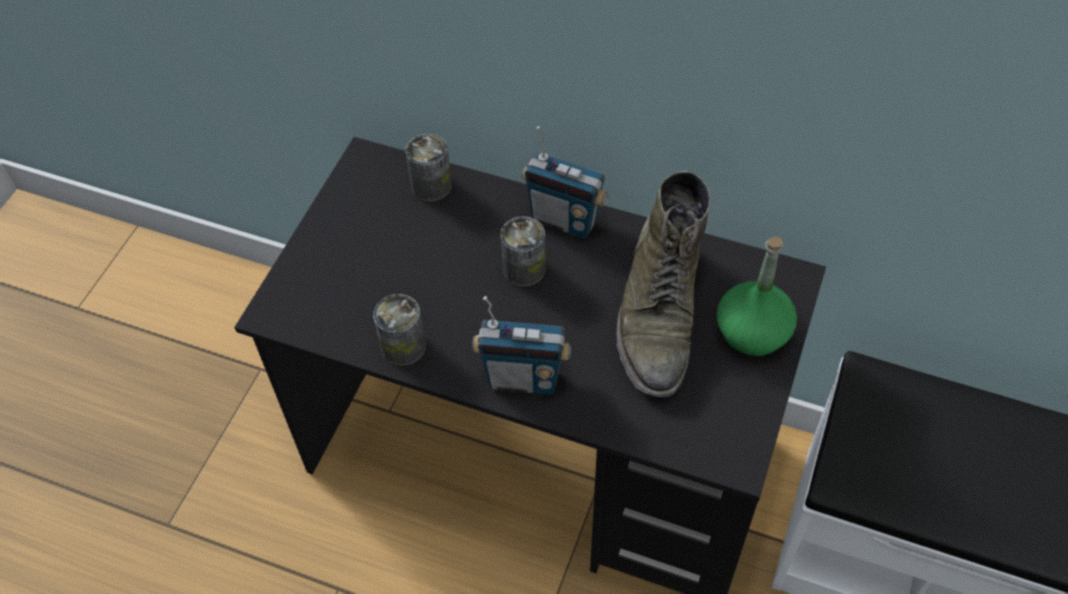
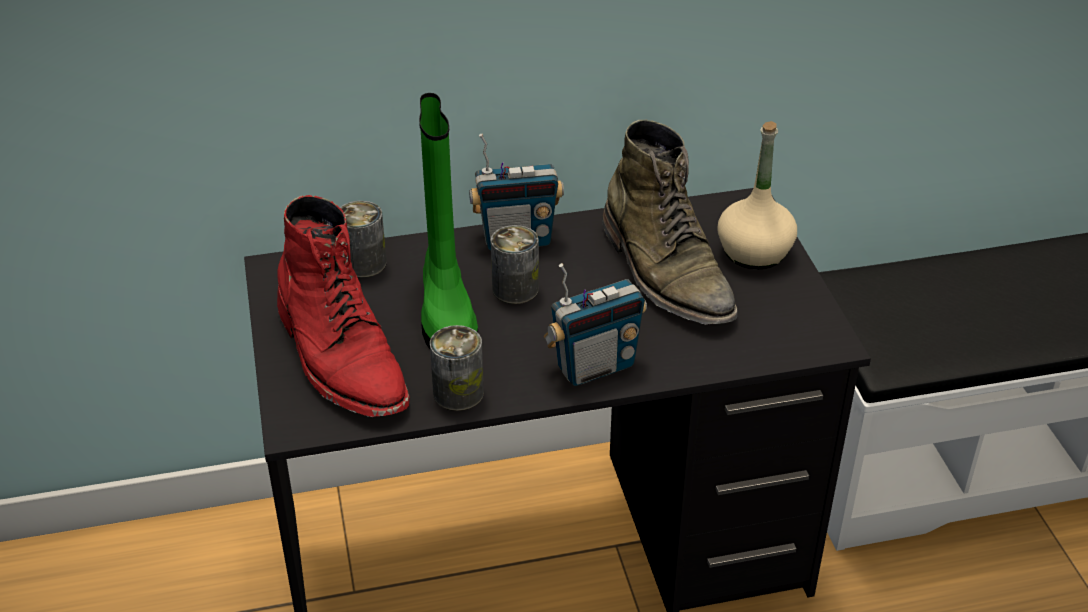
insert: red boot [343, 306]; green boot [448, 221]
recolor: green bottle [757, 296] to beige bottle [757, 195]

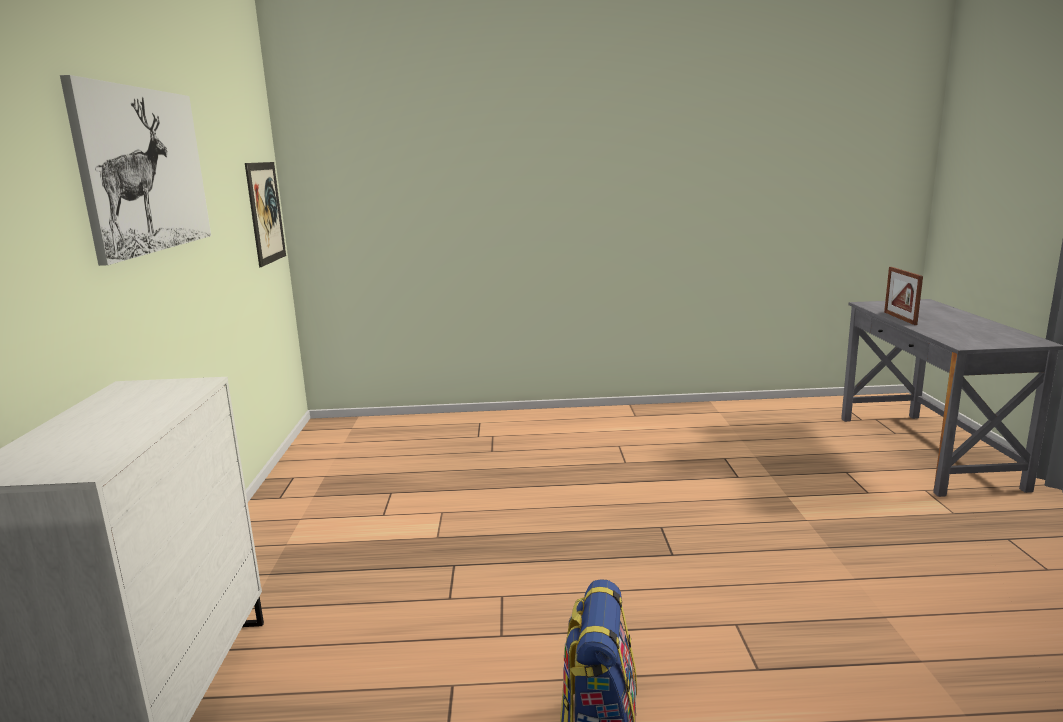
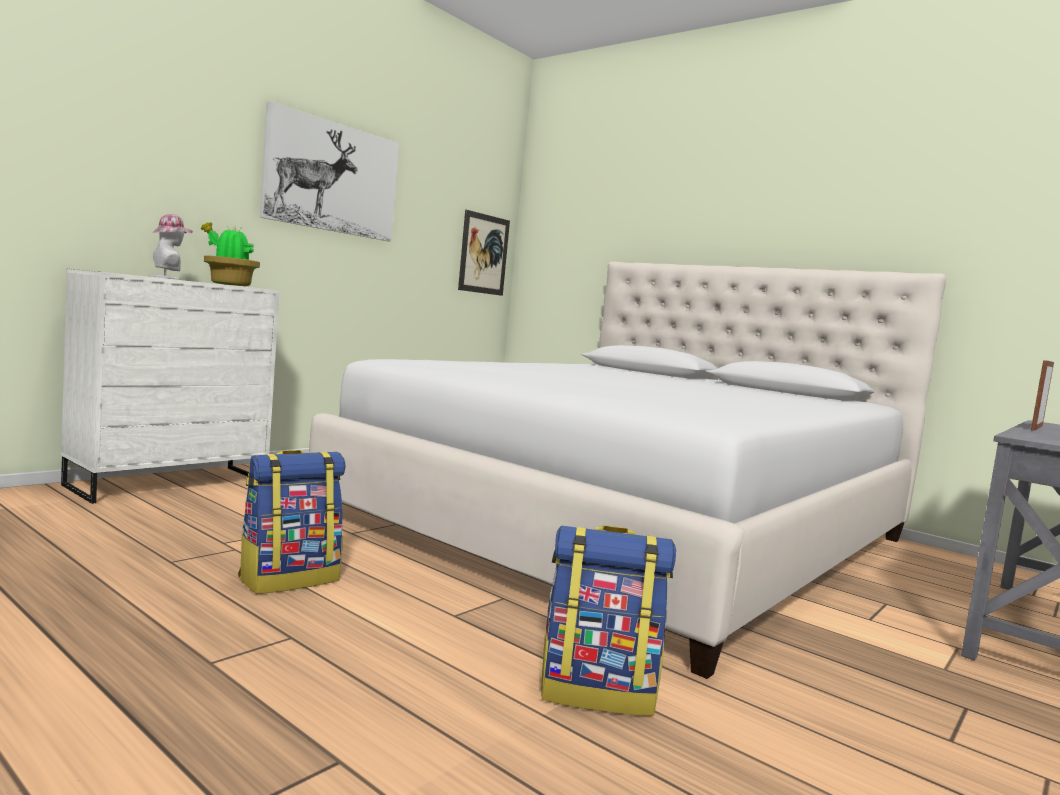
insert: hat [171, 247]; potted plant [230, 254]; white bed [627, 470]; backpack [608, 620]

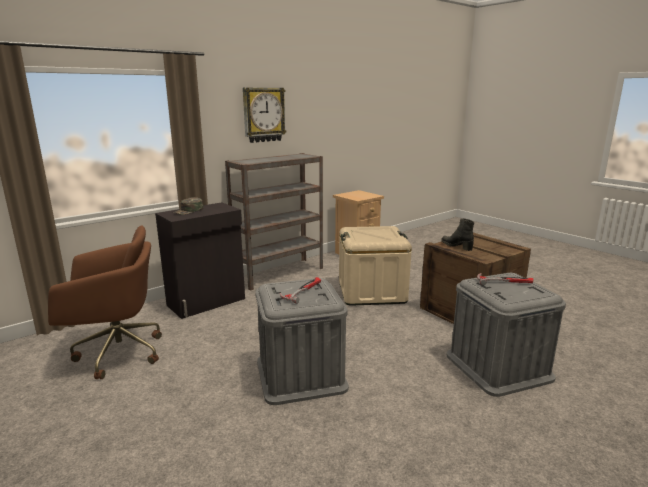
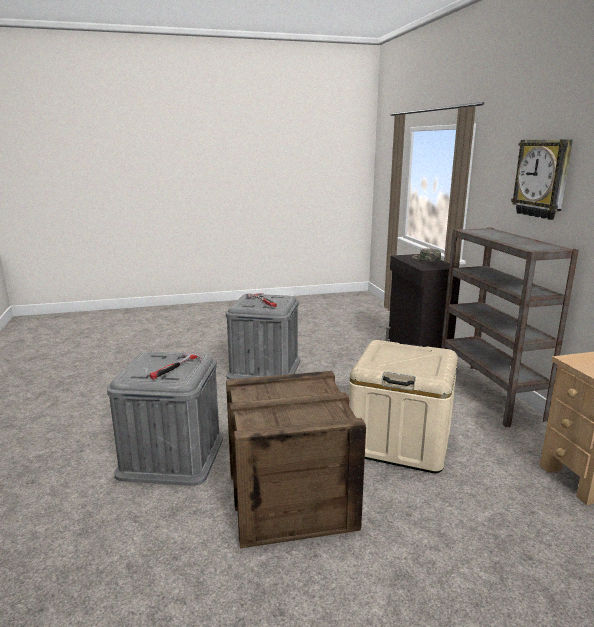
delete: brown office chair [105, 302]; black boot [457, 234]

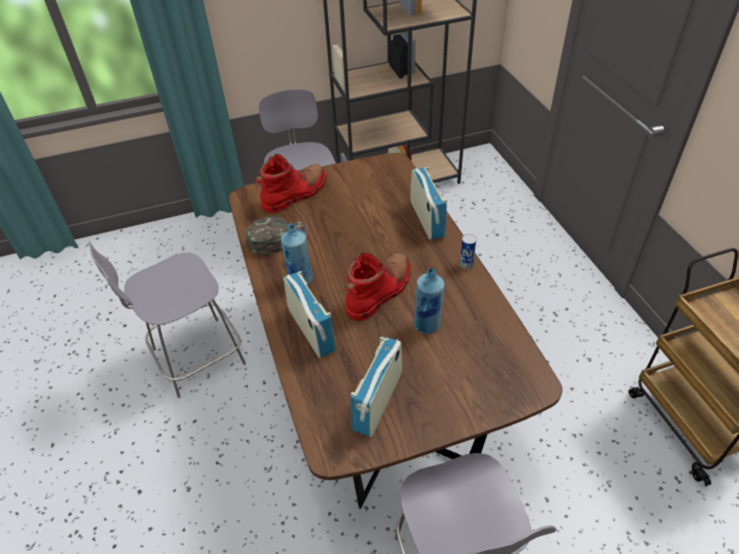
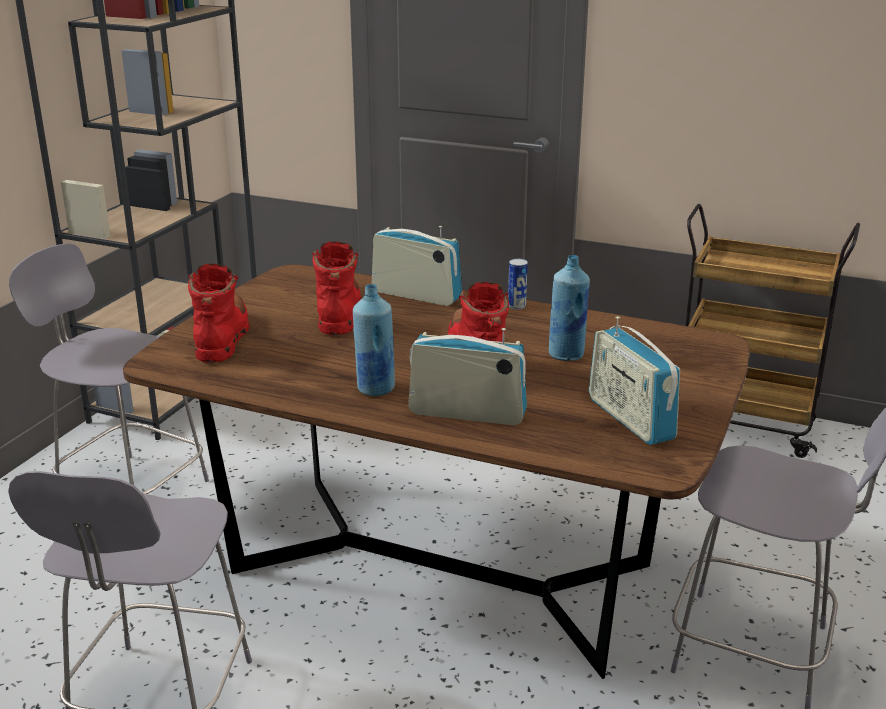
delete: green cap [277, 236]
insert: red boot [337, 288]

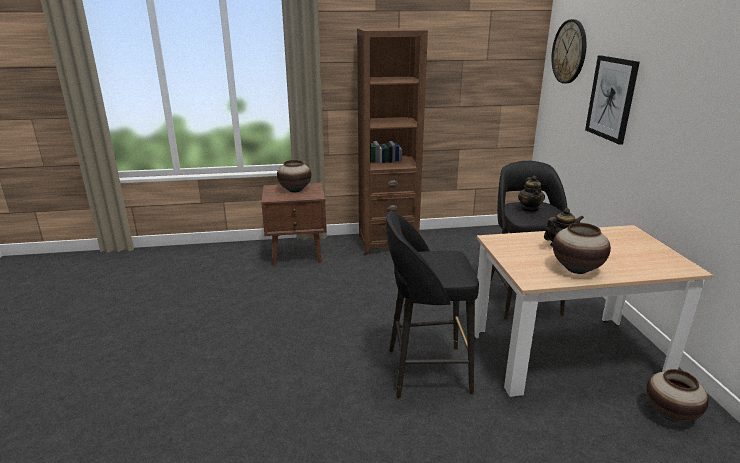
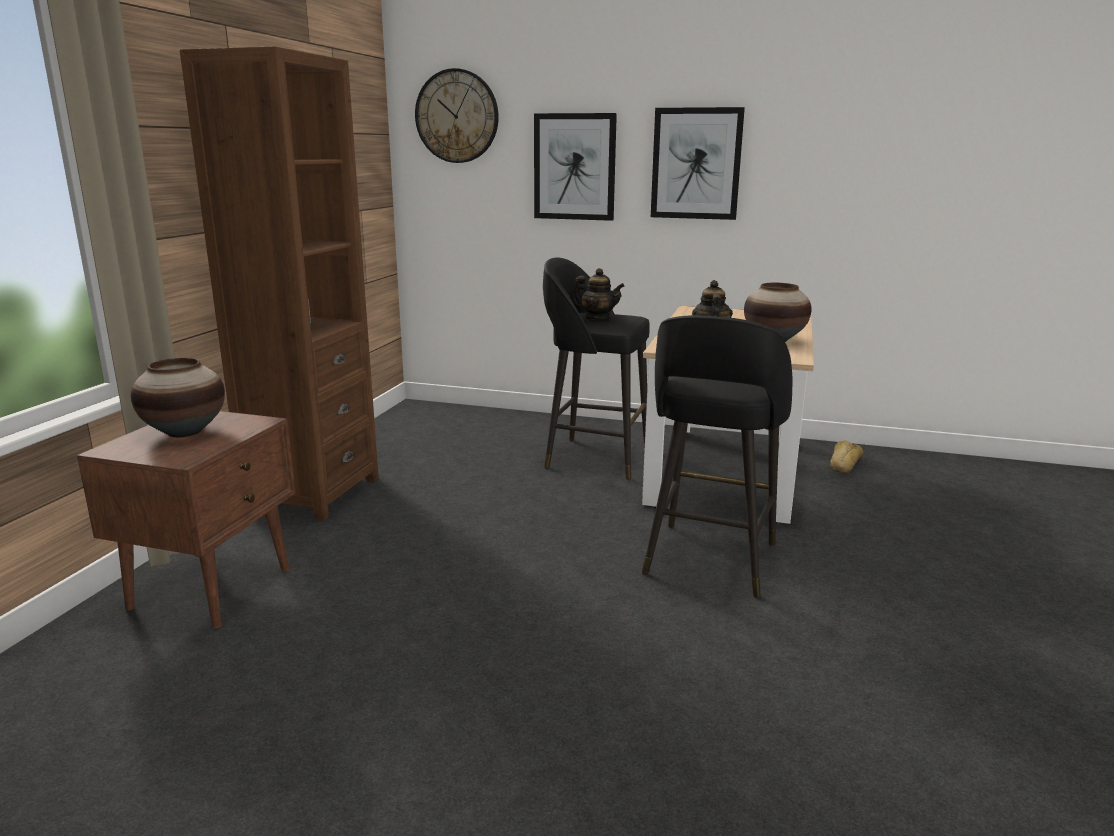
insert: picture [698, 163]
replace: vase [677, 395] to bread [846, 456]

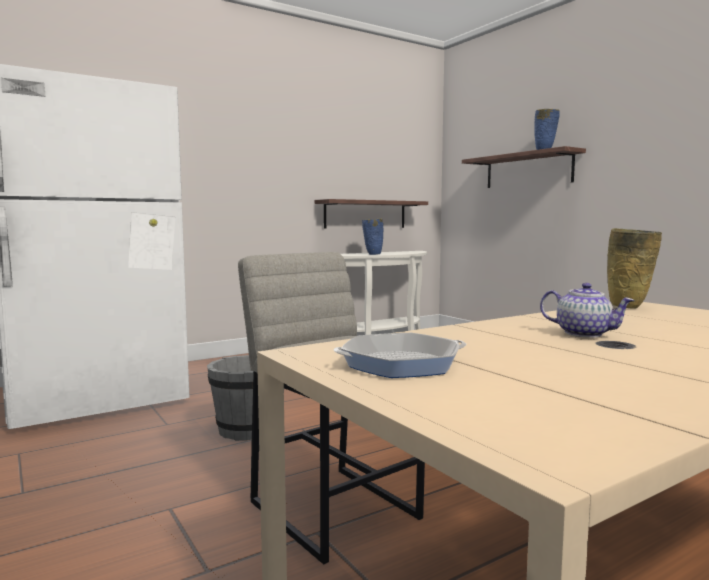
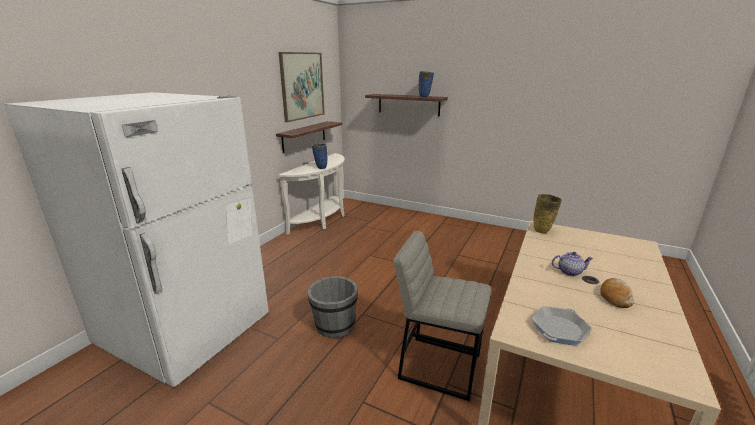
insert: picture [302, 87]; bread [617, 293]

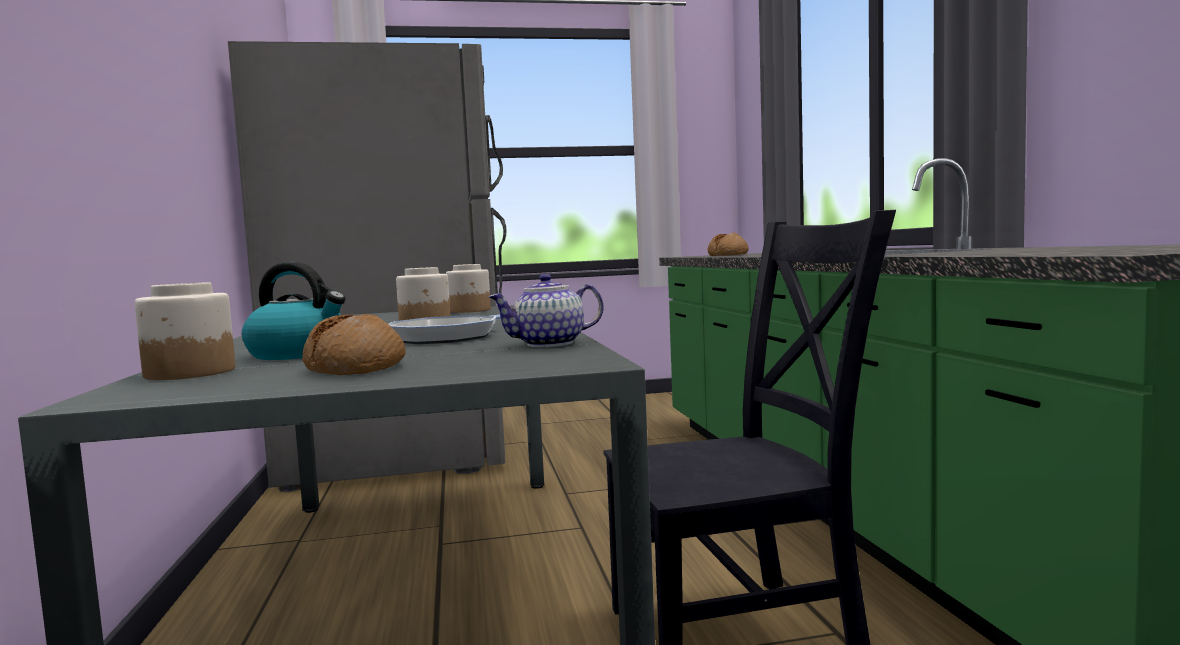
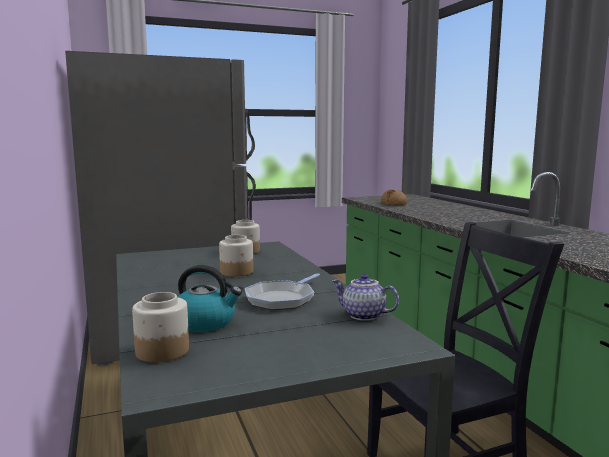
delete: bread [354, 344]
rotate: teapot [545, 310] = [365, 297] 60 degrees clockwise

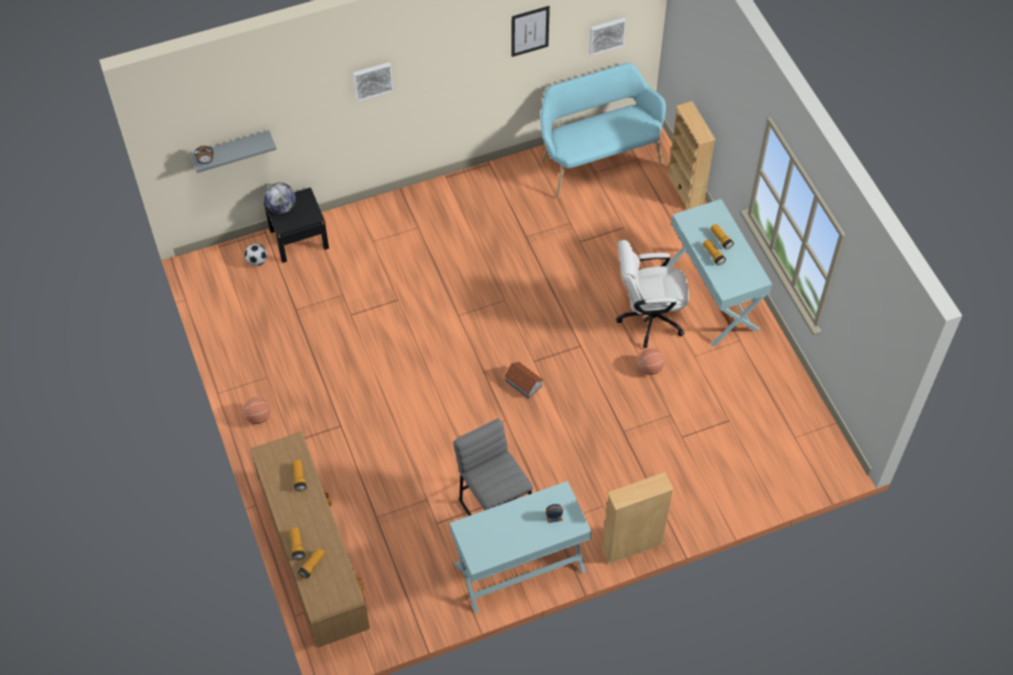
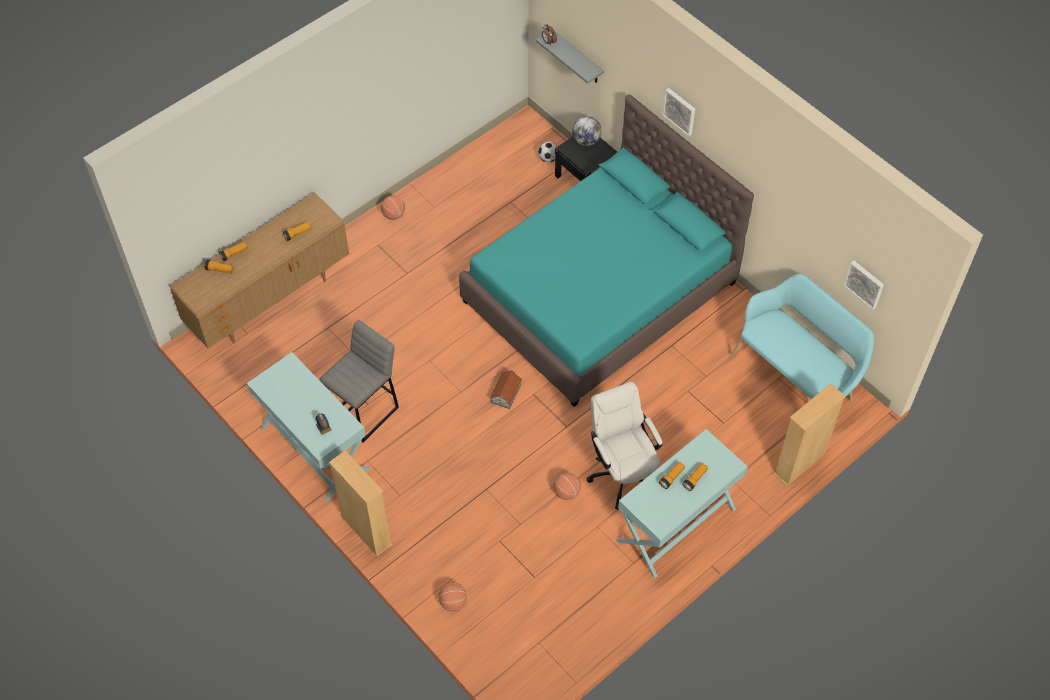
delete: picture [530, 31]
insert: basketball [453, 597]; turquoise bed [606, 250]

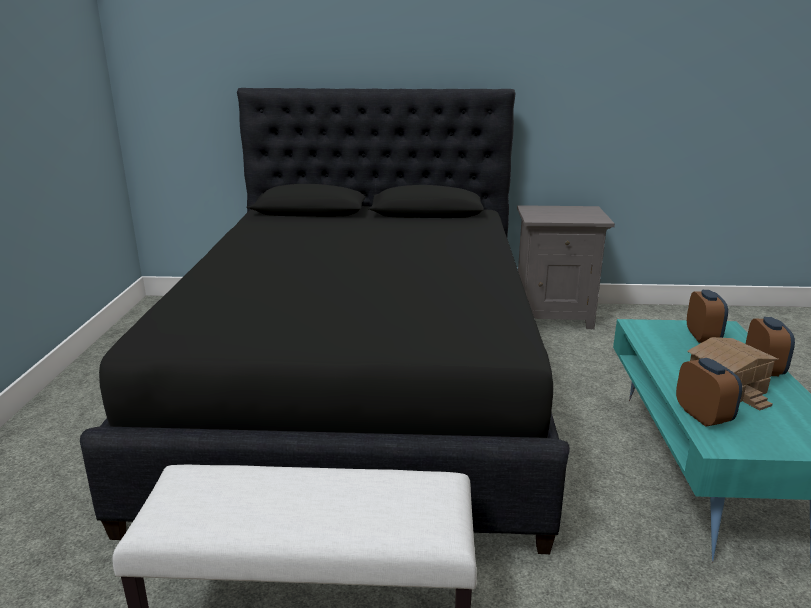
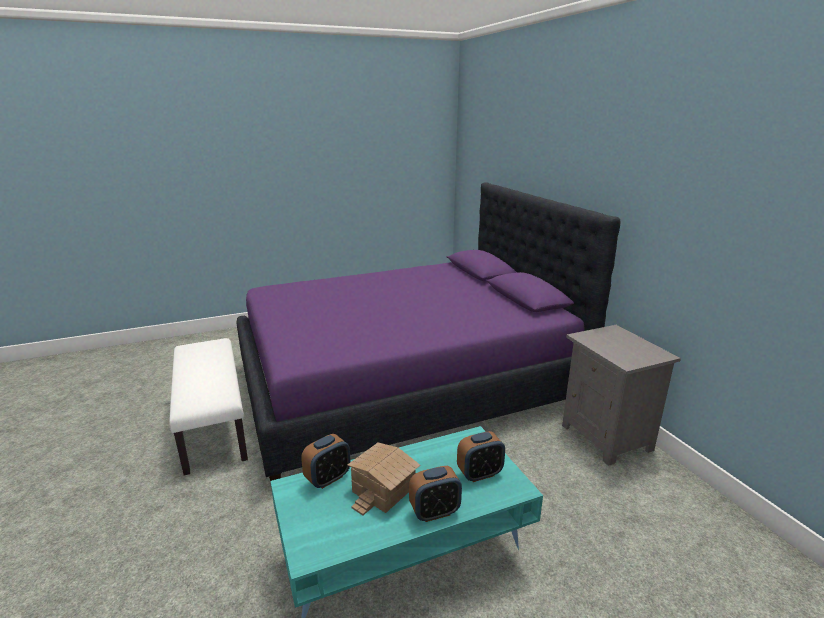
recolor: black bed [325, 321] to purple bed [428, 331]

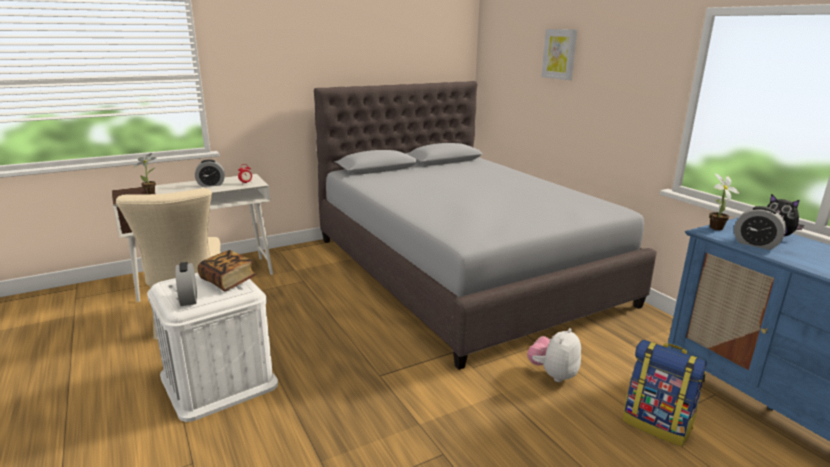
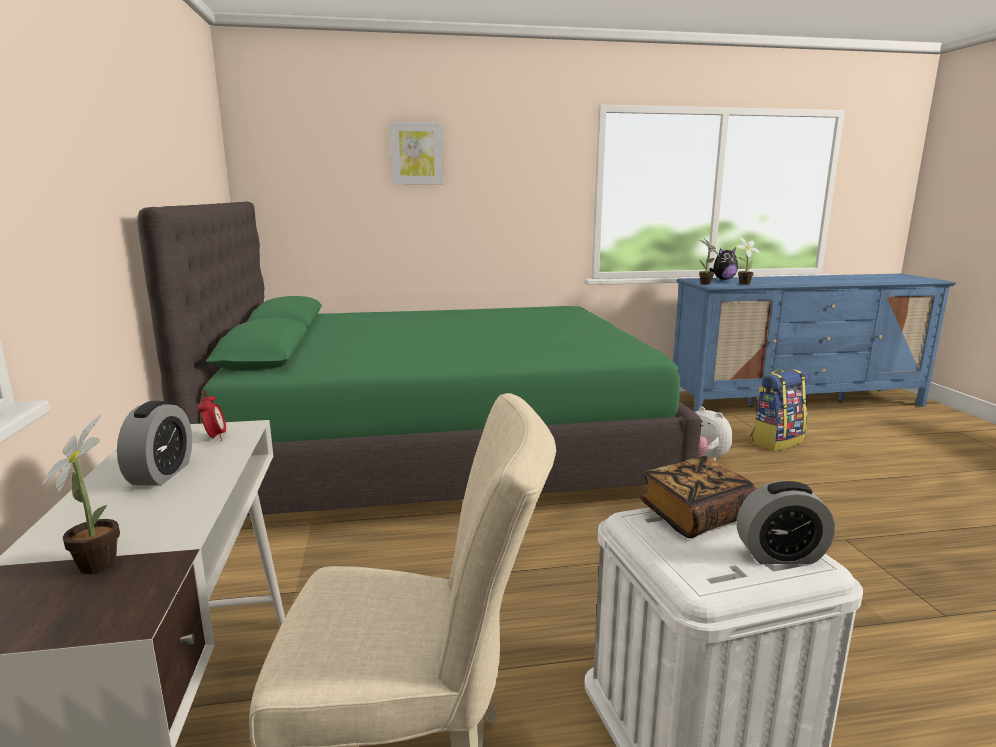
replace: alarm clock [760, 228] to potted plant [748, 261]
recolor: grey bed [485, 225] to green bed [419, 358]

